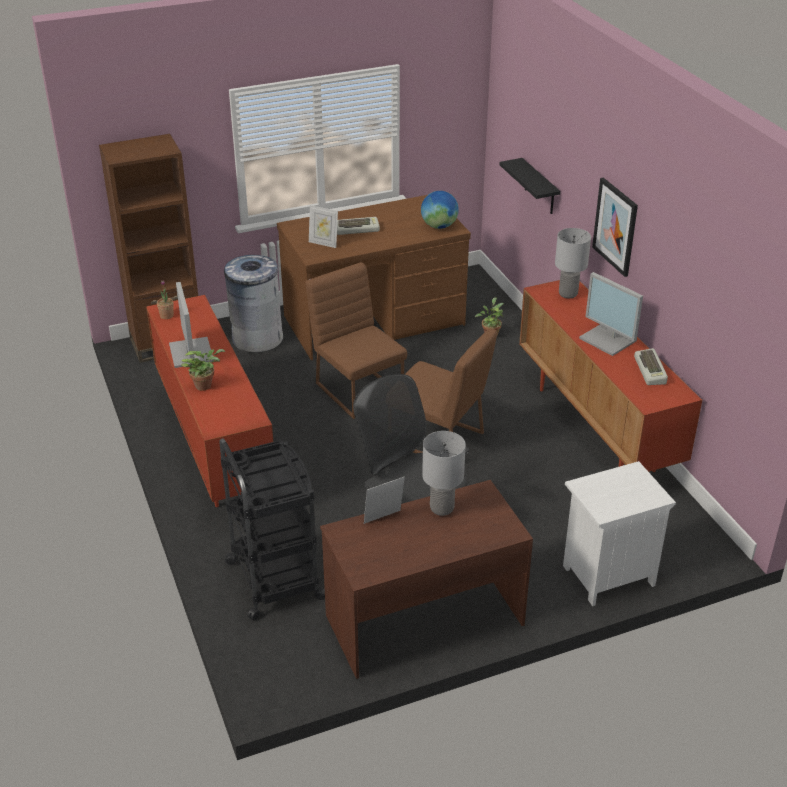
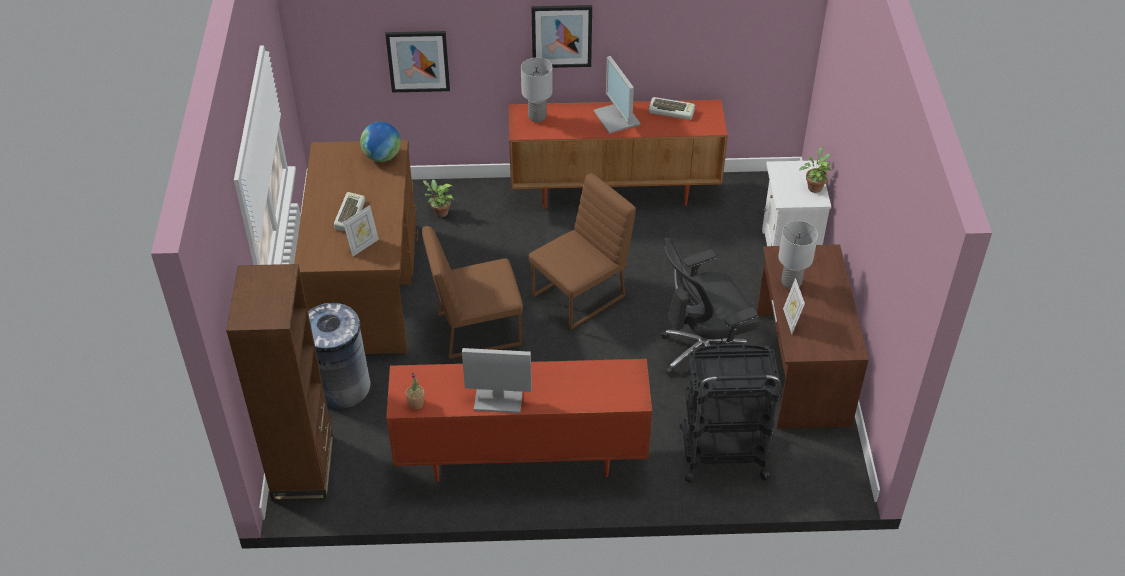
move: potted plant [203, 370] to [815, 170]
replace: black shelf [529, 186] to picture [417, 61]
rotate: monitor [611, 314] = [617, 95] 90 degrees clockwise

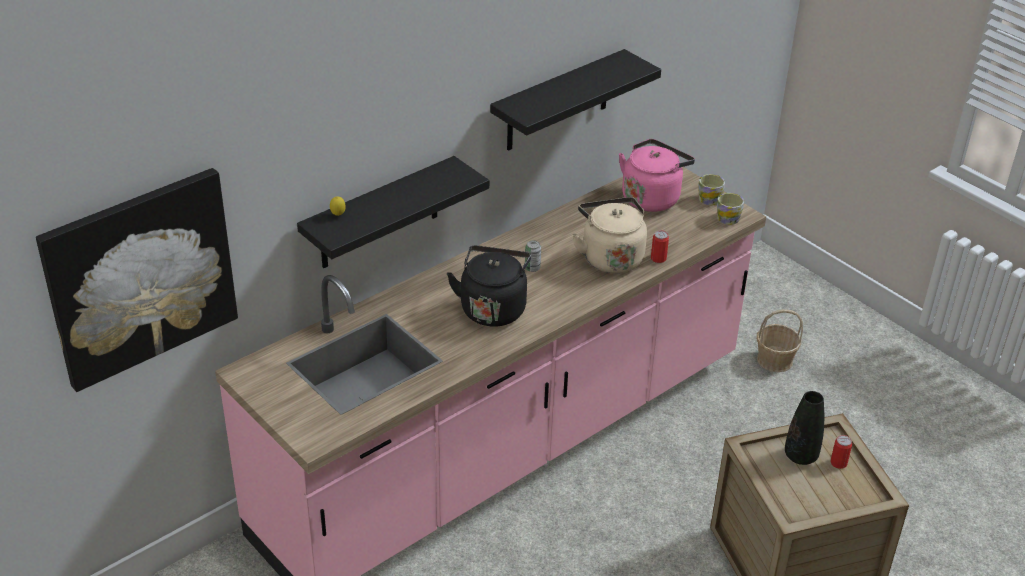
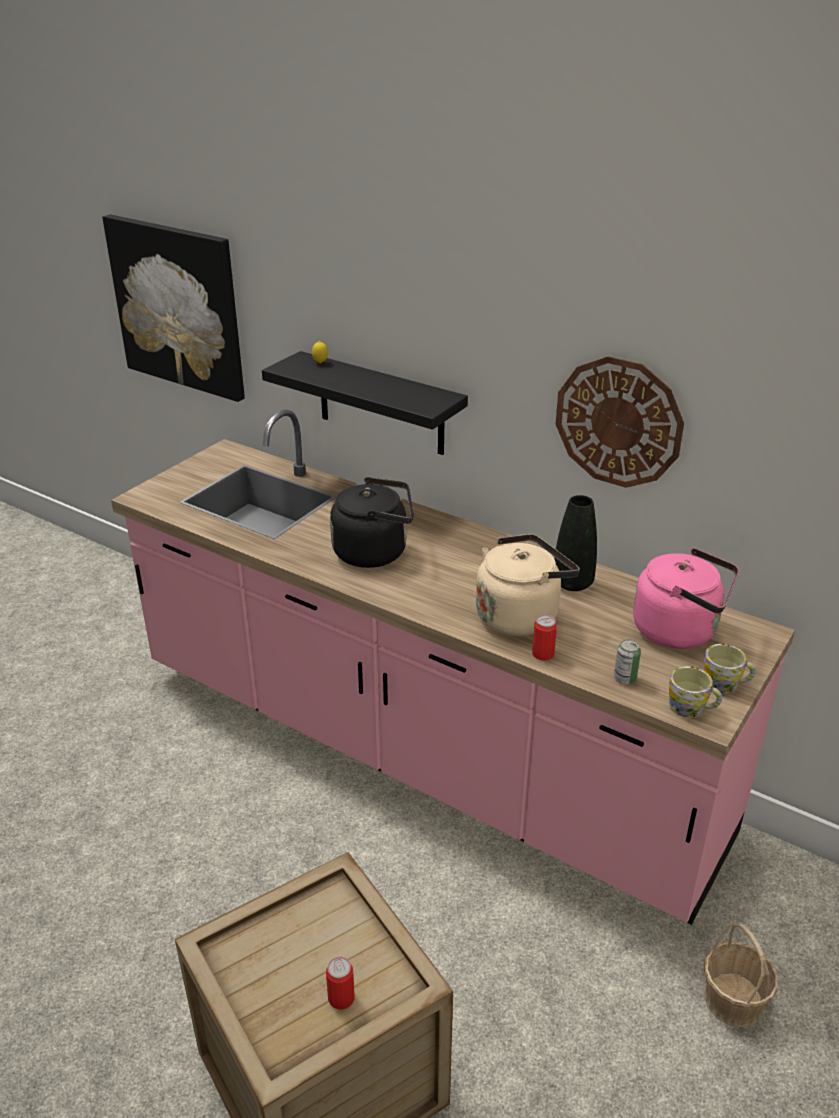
move: can [533, 256] to [627, 661]; black vase [804, 428] to [575, 543]
replace: black shelf [575, 100] to wall clock [620, 422]

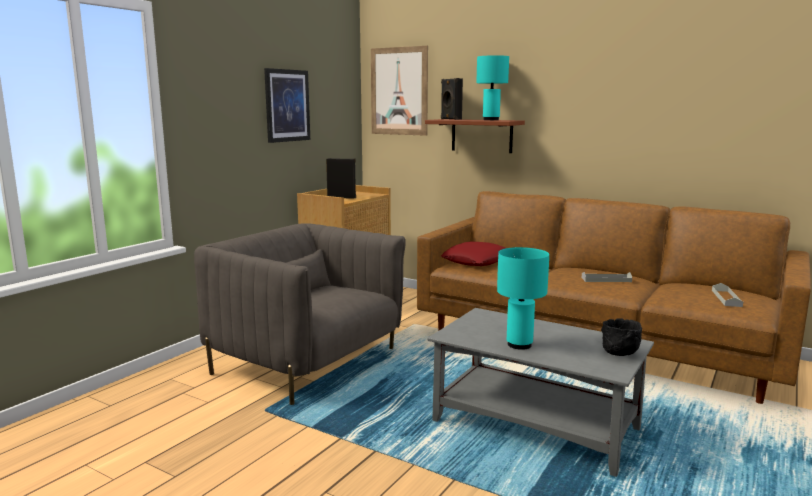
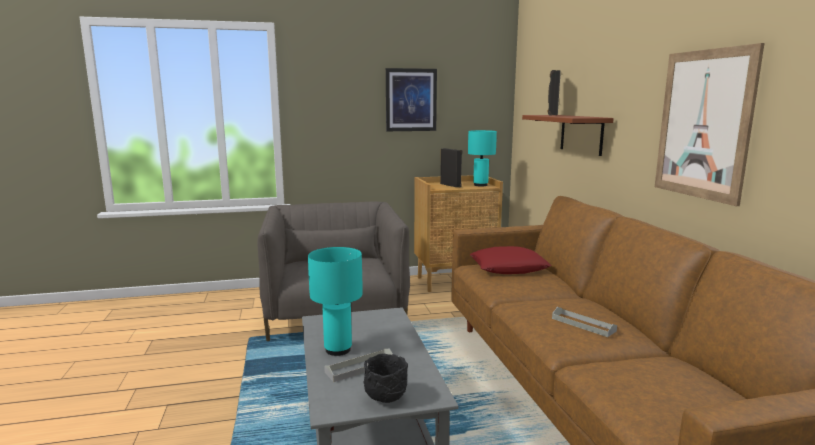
move: picture [399, 91] to [710, 124]; turquoise table lamp [493, 87] to [482, 158]; grey tray [727, 295] to [358, 365]

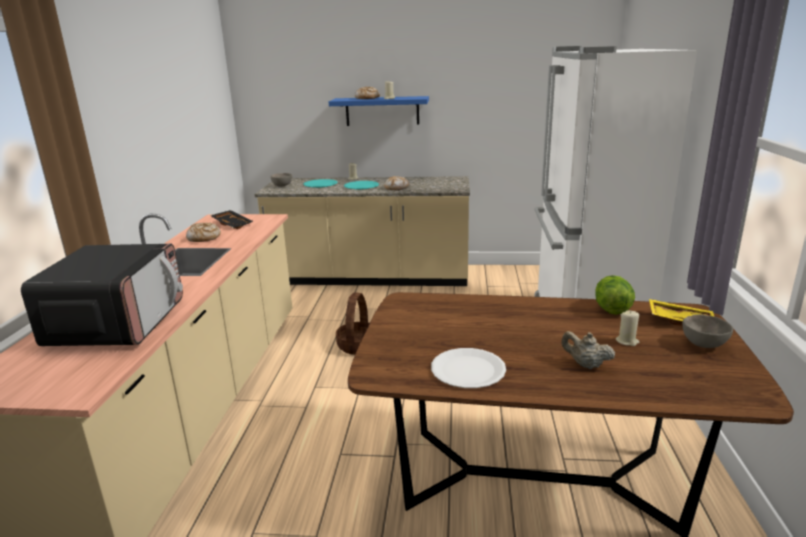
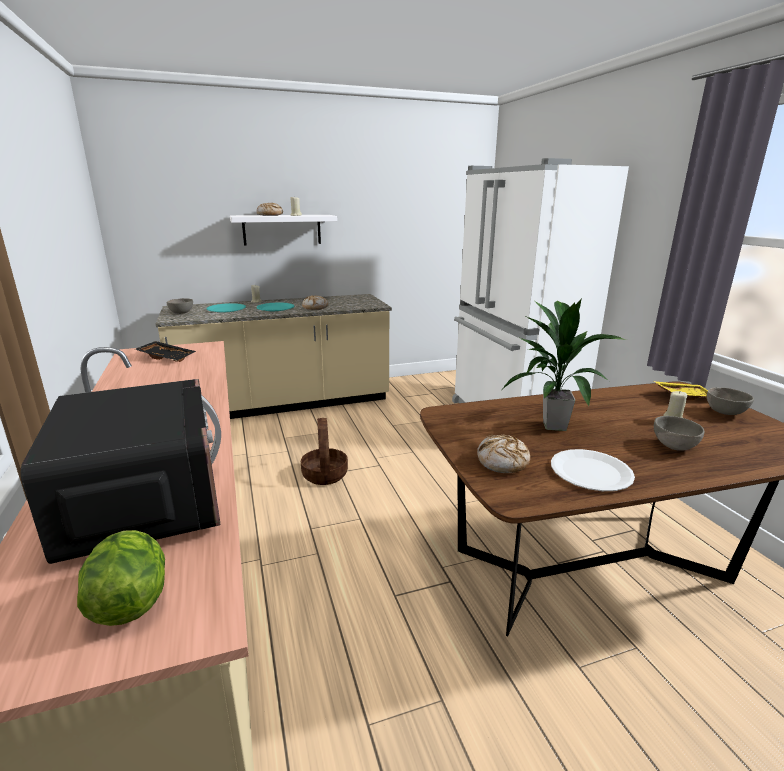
insert: potted plant [562, 365]
move: bread [203, 232] to [503, 453]; lettuce [615, 295] to [121, 578]
replace: beige teapot [588, 350] to grey bowl [679, 433]
recolor: blue shelf [379, 111] to white shelf [283, 230]

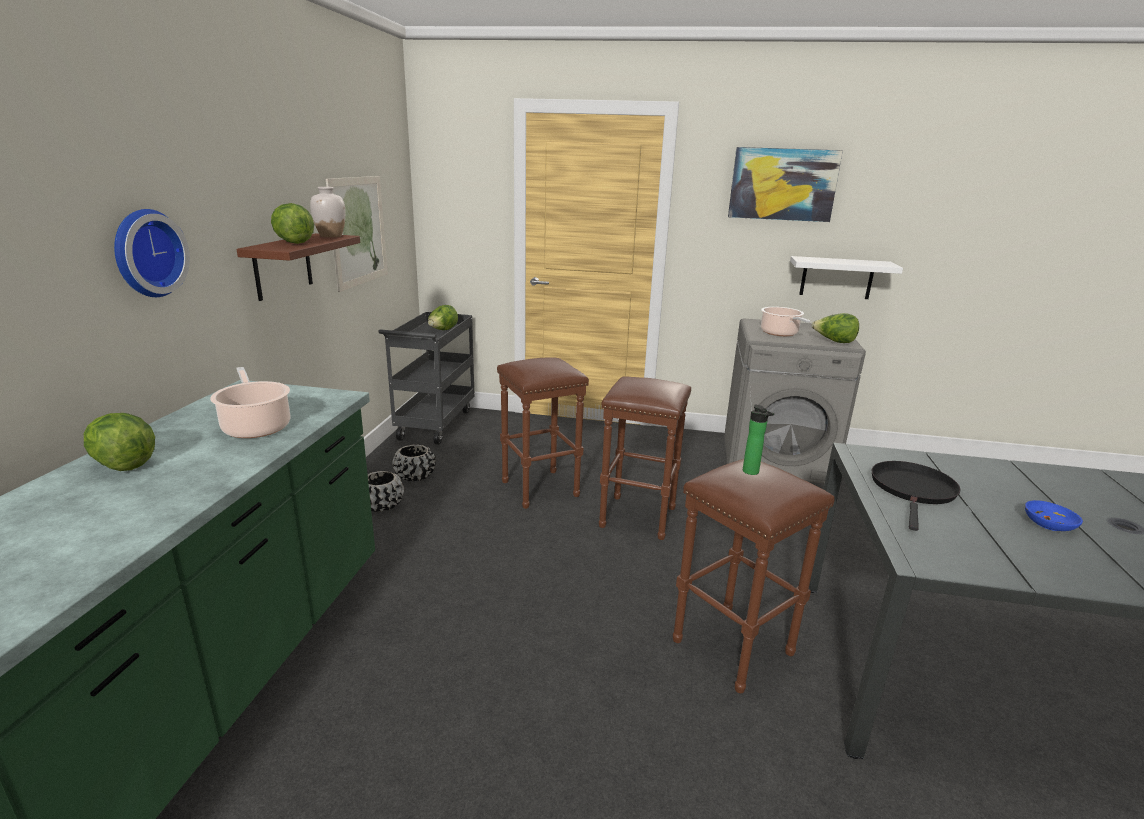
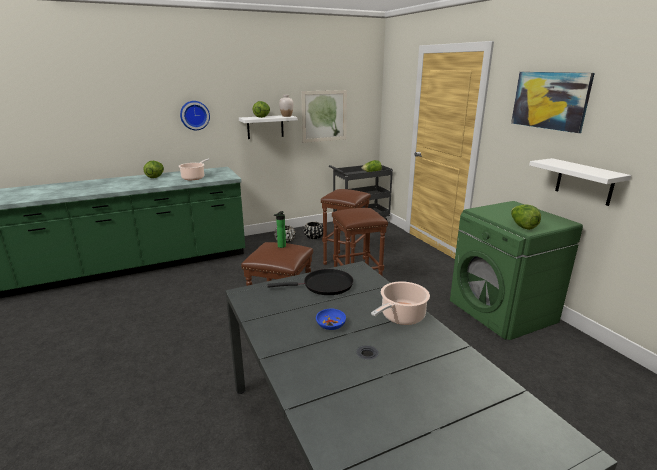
move: cooking pot [785, 321] to [400, 303]
recolor: brown shelf [298, 267] to white shelf [268, 127]; grey washing machine [795, 401] to green washing machine [516, 270]

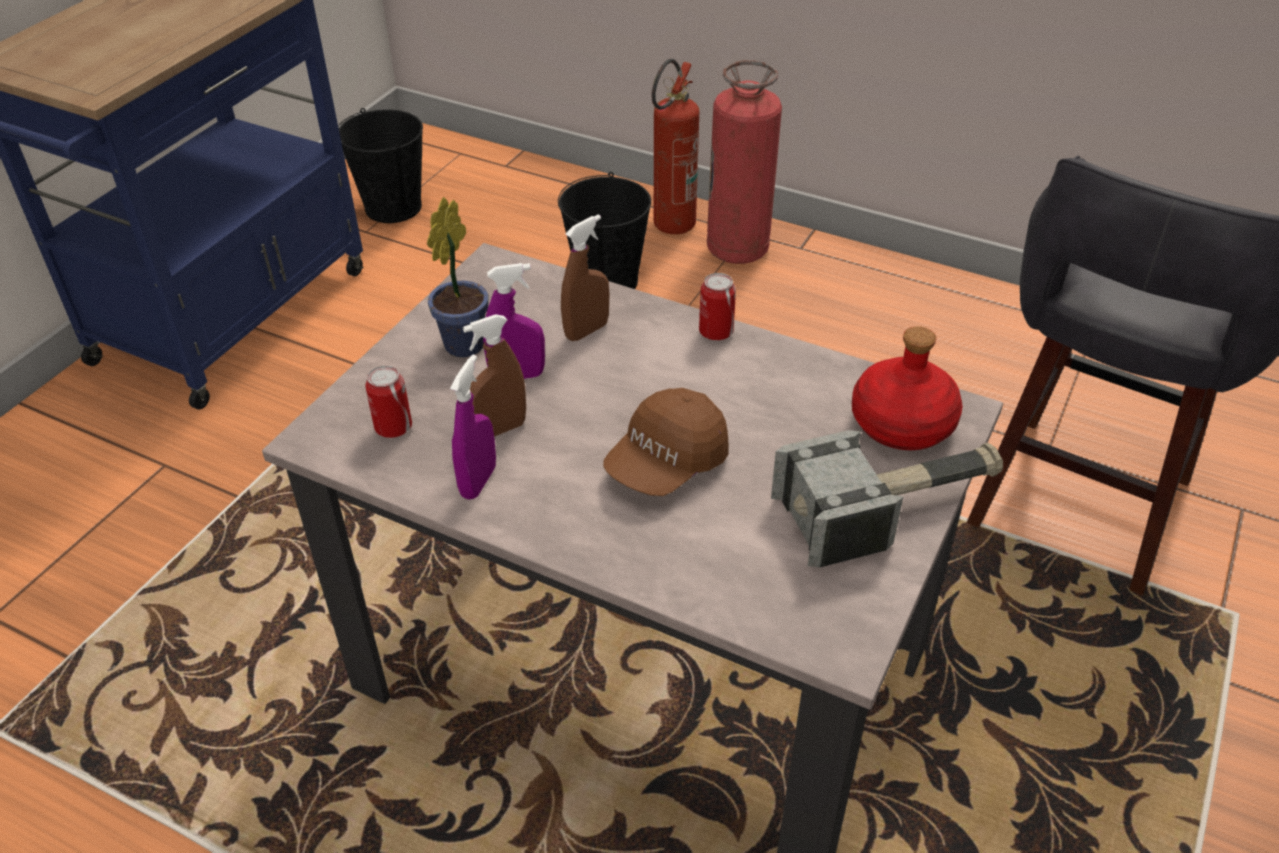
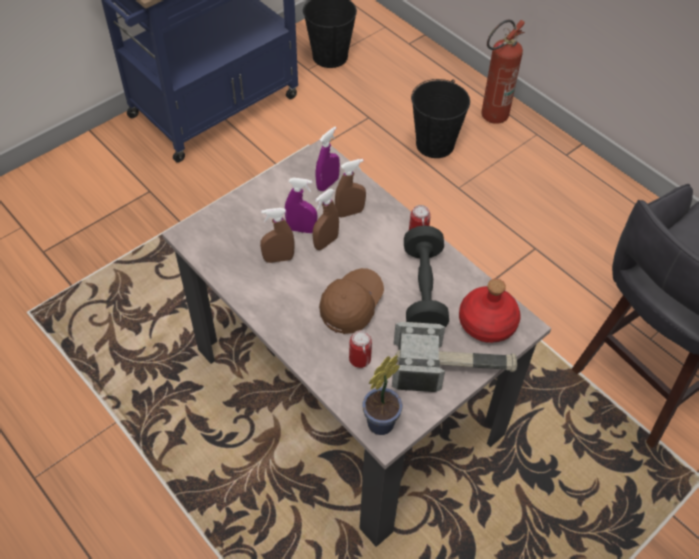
delete: fire extinguisher [744, 162]
insert: brown spray bottle [326, 219]; black dumbbell [426, 276]
move: can [388, 402] to [360, 349]; potted plant [458, 277] to [383, 395]; purple spray bottle [473, 427] to [328, 159]
rotate: brown cap [666, 442] = [351, 301] 150 degrees clockwise

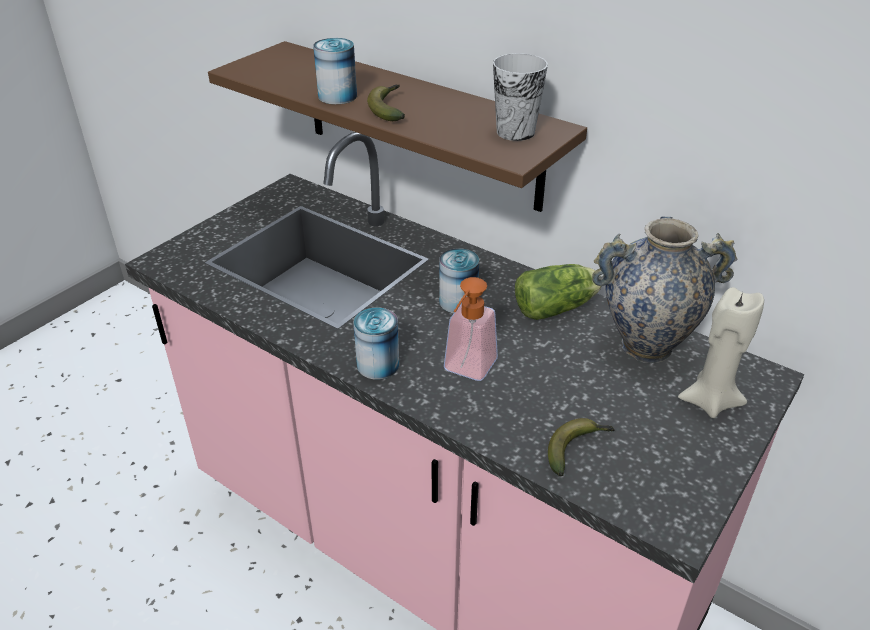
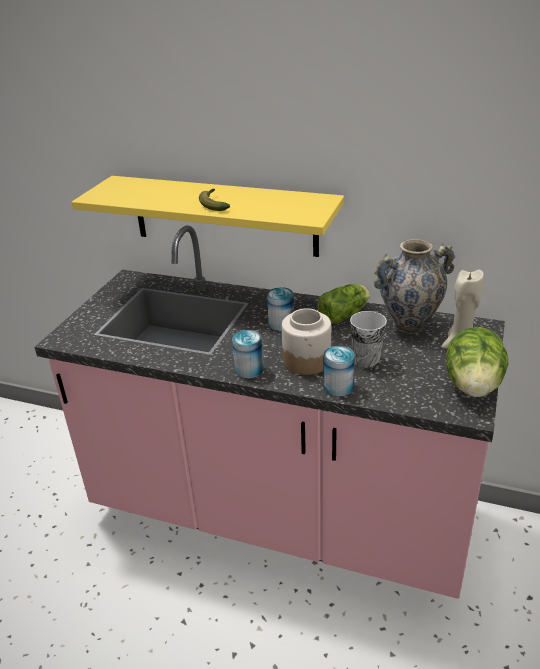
delete: banana [581, 447]
insert: lettuce [477, 362]
move: can [335, 71] to [339, 371]; cup [520, 97] to [368, 339]
replace: soap dispenser [471, 329] to jar [306, 341]
recolor: brown shelf [397, 126] to yellow shelf [208, 216]

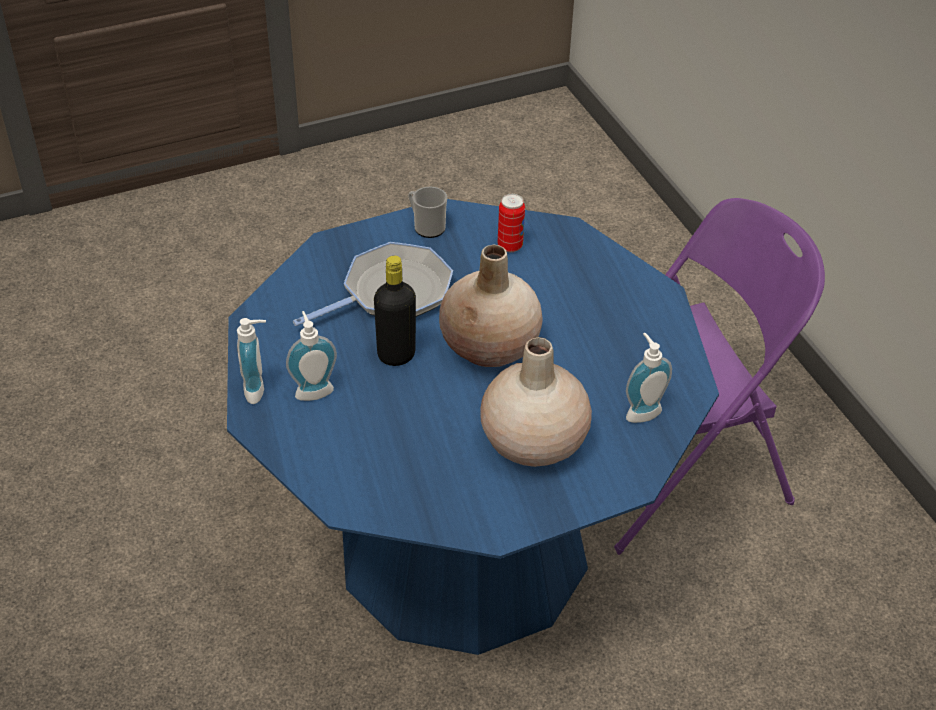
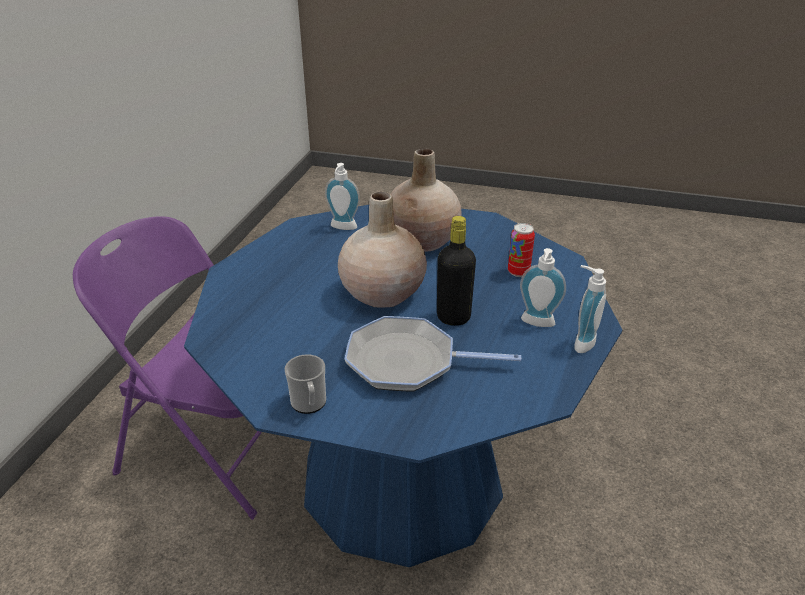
move: can [511, 223] to [521, 250]

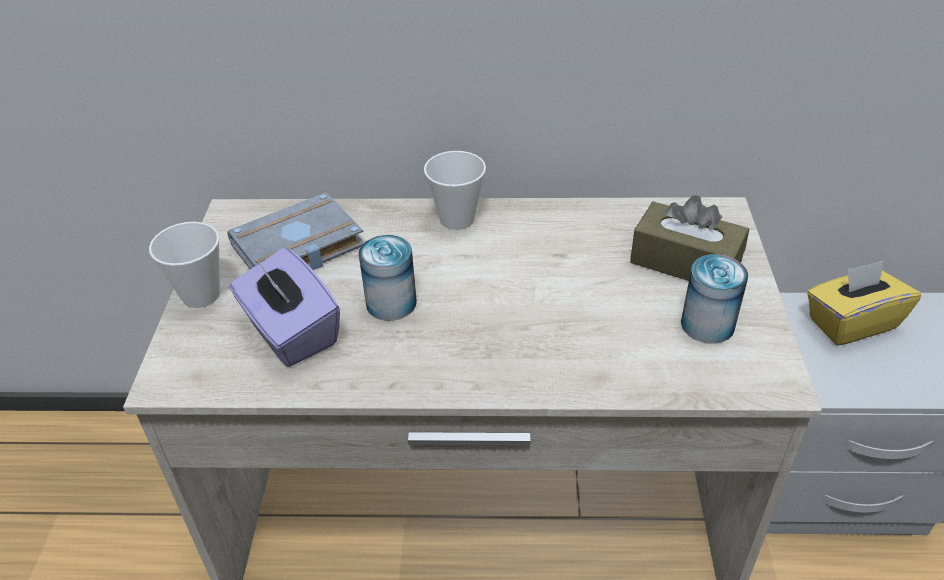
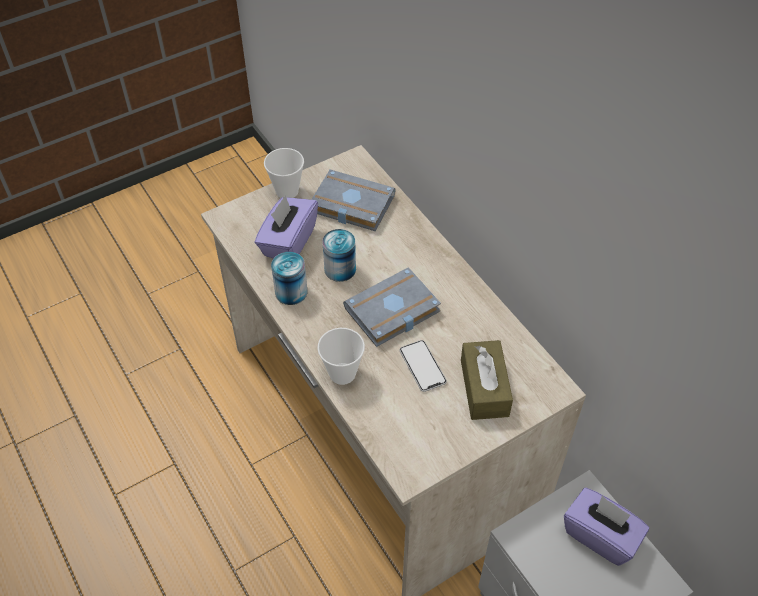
insert: grey book [392, 307]; phone [423, 366]
move: cup [455, 190] to [341, 356]; can [714, 299] to [289, 278]
recolor: yellow tissue box [864, 302] to purple tissue box [606, 527]

